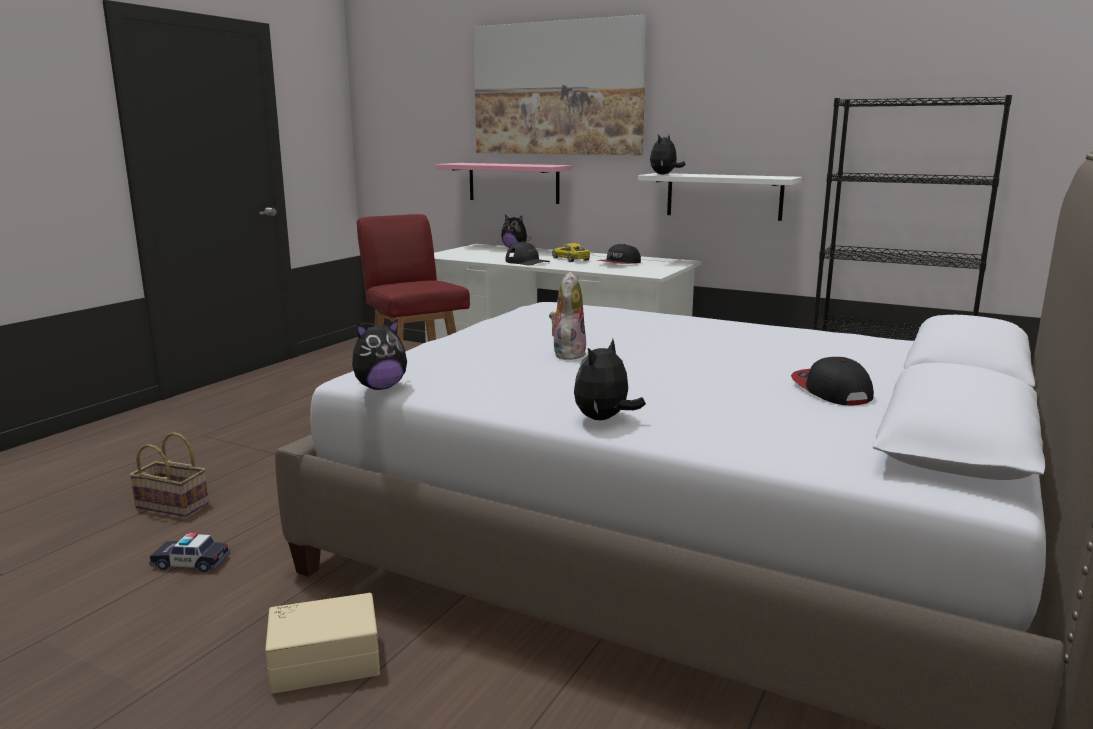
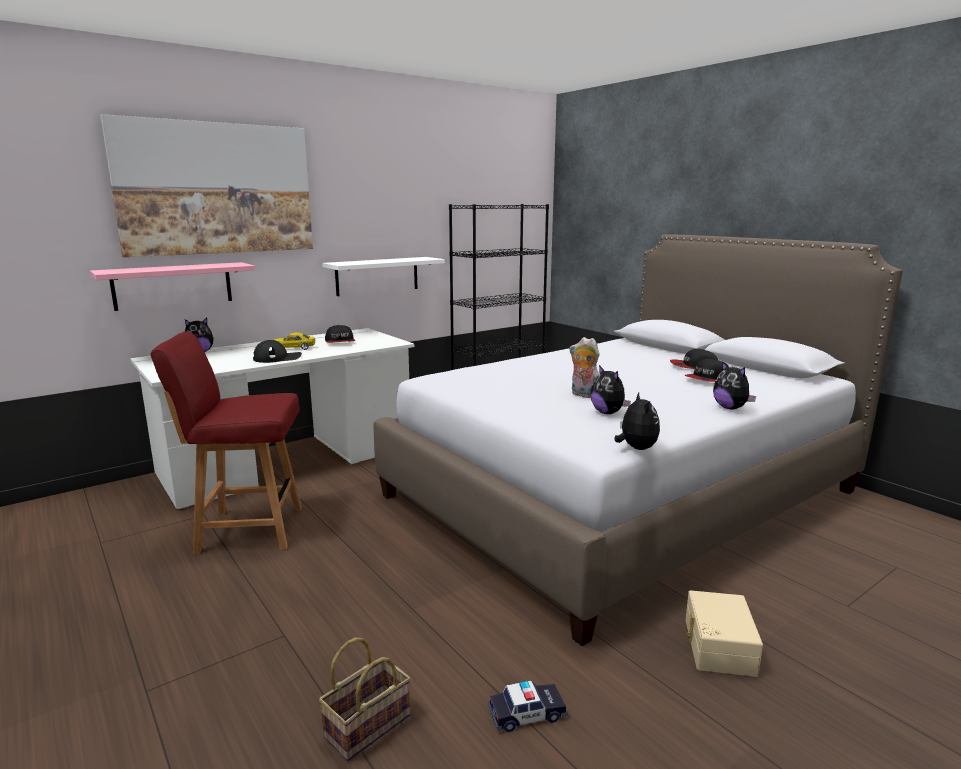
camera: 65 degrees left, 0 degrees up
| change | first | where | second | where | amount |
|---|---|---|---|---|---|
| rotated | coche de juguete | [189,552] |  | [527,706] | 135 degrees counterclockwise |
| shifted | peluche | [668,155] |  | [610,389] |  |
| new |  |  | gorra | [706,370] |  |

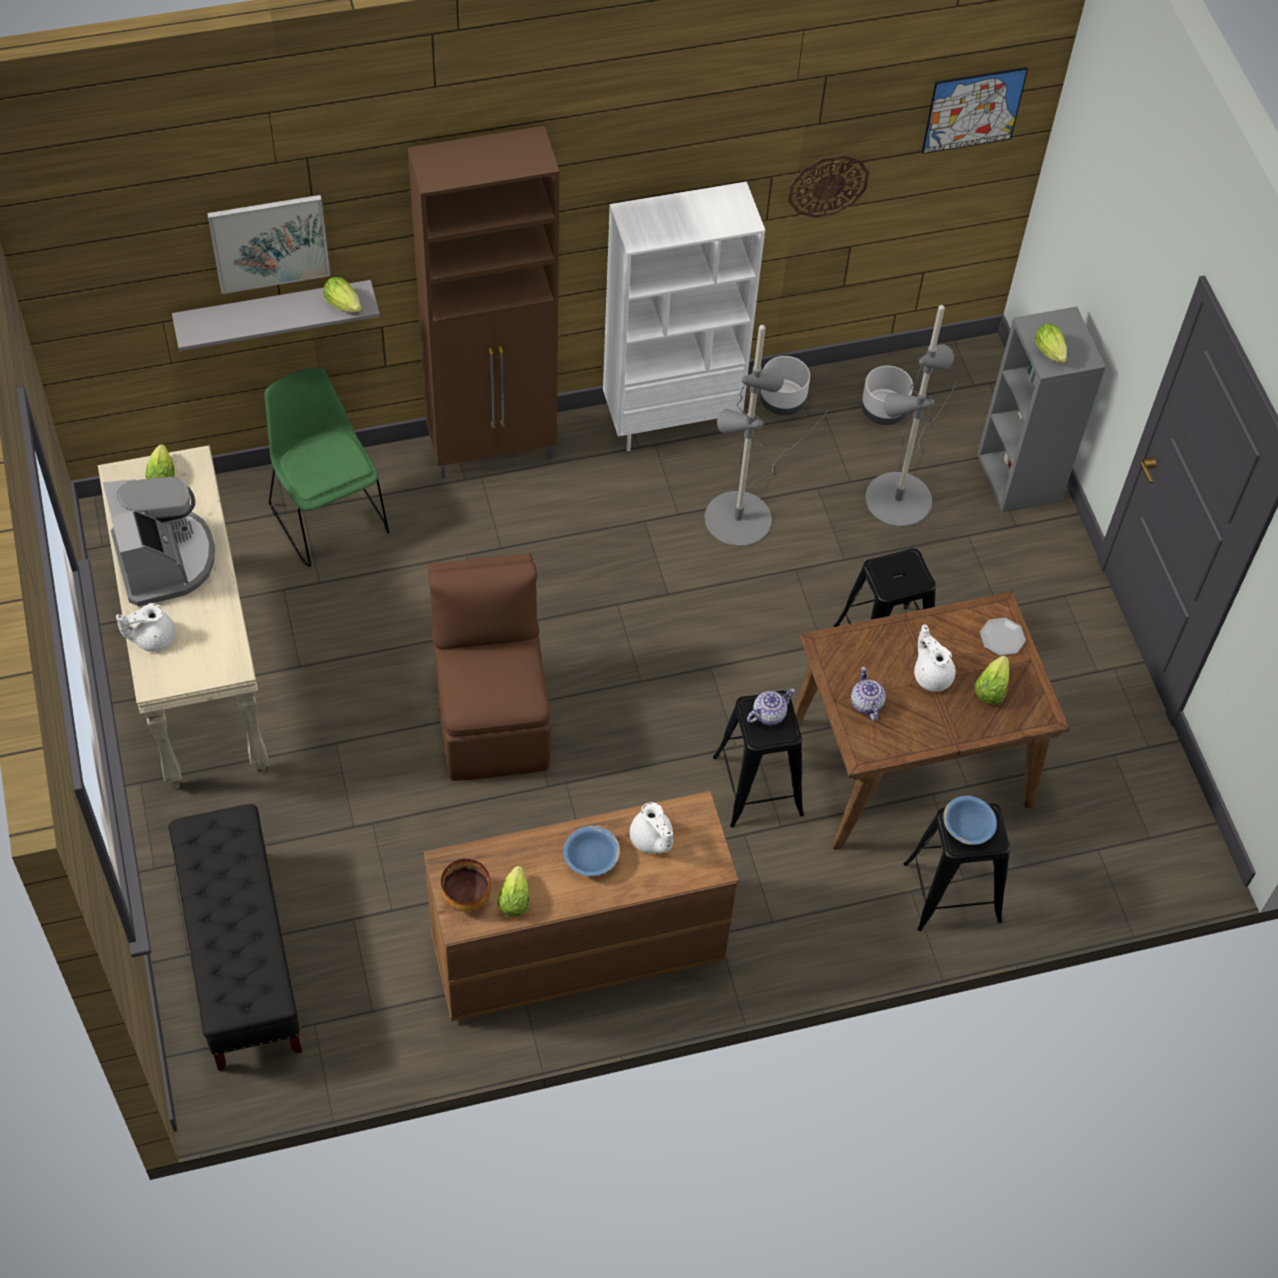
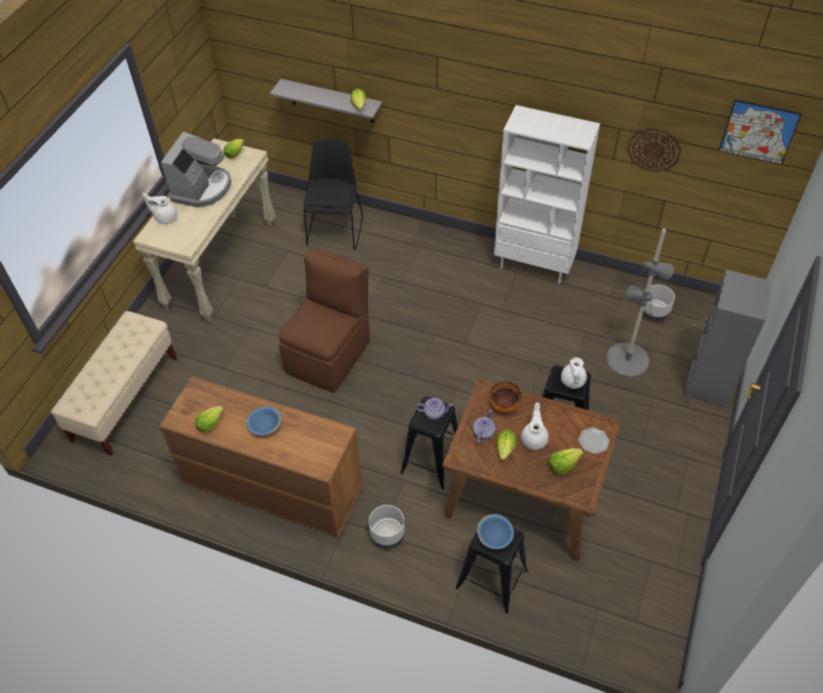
camera: 40 degrees right, 5 degrees down
| change | first | where | second | where | amount |
|---|---|---|---|---|---|
| repainted | banco (negro) | [235,937] | banco (beis) | [114,383] |  |
| repainted | silla (verde) | [326,467] | silla (negro) | [333,194] |  |
| shifted | maceta (gris) | [785,386] |  | [387,527] |  |
| shifted | cuenco | [466,885] |  | [505,397] |  |
| shifted | lechuga | [1051,343] |  | [506,445] |  |
| shifted | tetera (blanco) | [651,827] |  | [574,373] |  |
| gone | cuadro | [268,244] |  |  |  |
| gone | armario (marrón) | [483,302] |  |  |  |
| gone | lámpara de pie (gris) | [766,435] |  |  |  |

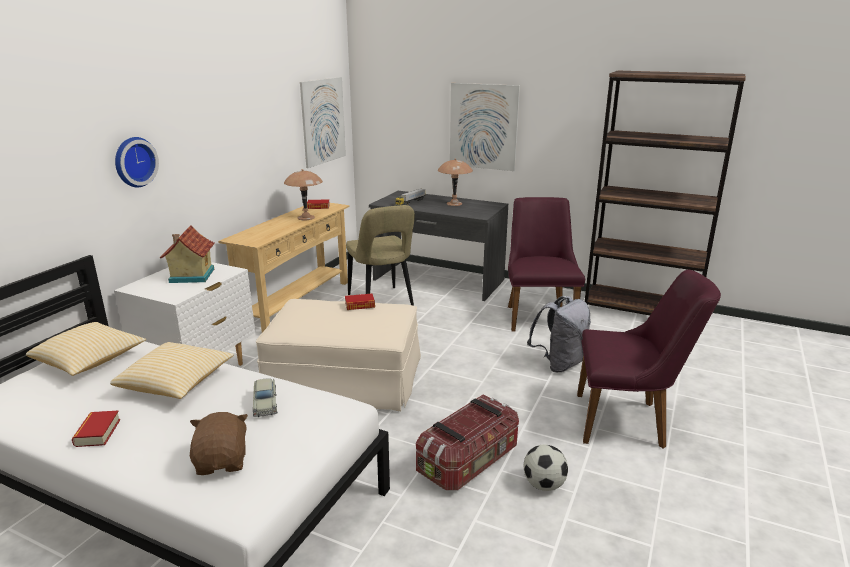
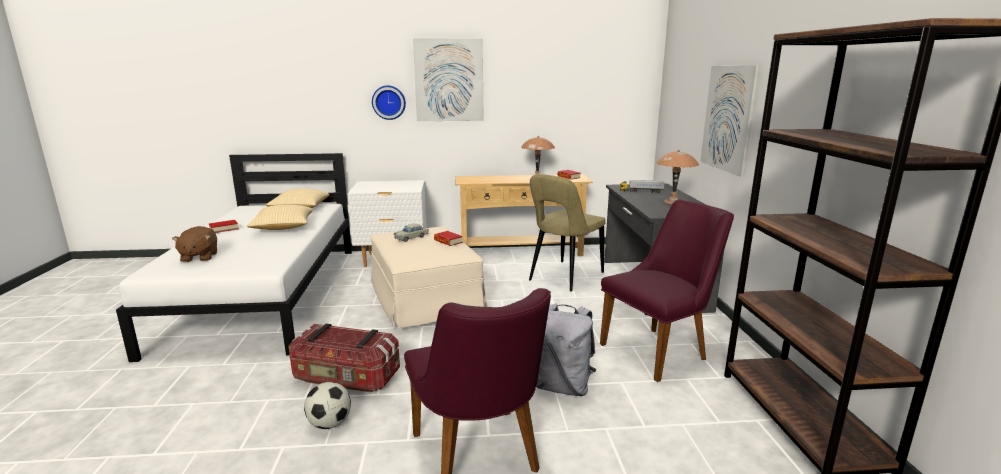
camera: 60 degrees right, 5 degrees down
| change | first | where | second | where | amount |
|---|---|---|---|---|---|
| rotated | peluche (marrón) | [219,443] |  | [194,244] | 120 degrees clockwise |
| shifted | coche de juguete (beis) | [265,397] |  | [411,233] |  |
| shifted | cuadro | [323,122] |  | [448,79] |  |
| gone | casita | [187,254] |  |  |  |

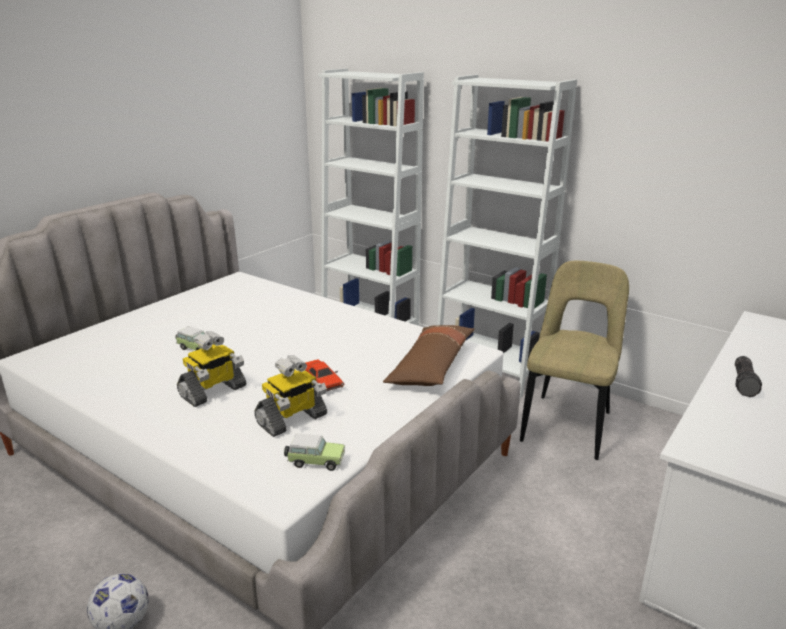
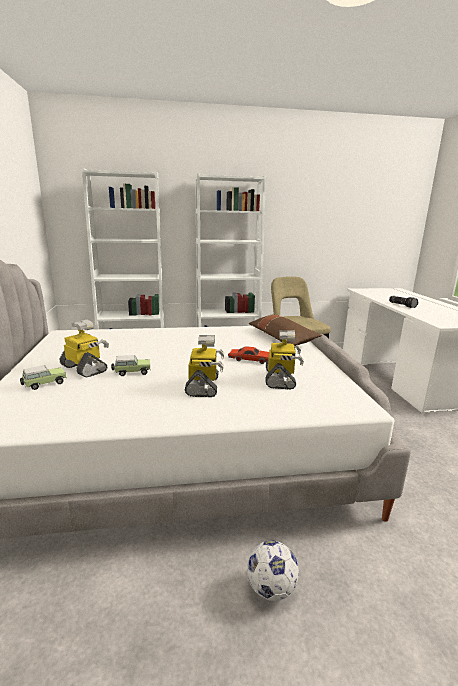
camera: 45 degrees left, 5 degrees down
| change | first | where | second | where | amount |
|---|---|---|---|---|---|
| shifted | coche de juguete | [314,452] |  | [43,377] |  |
| new |  |  | robot de juguete | [84,348] |  |

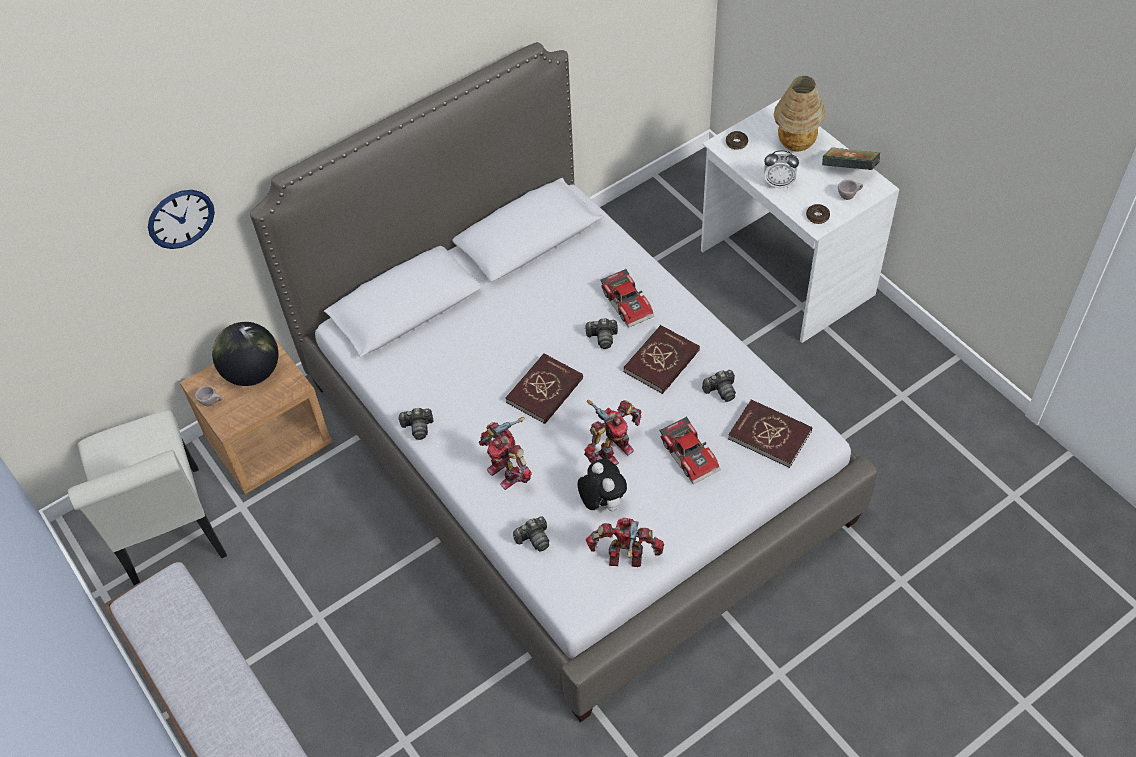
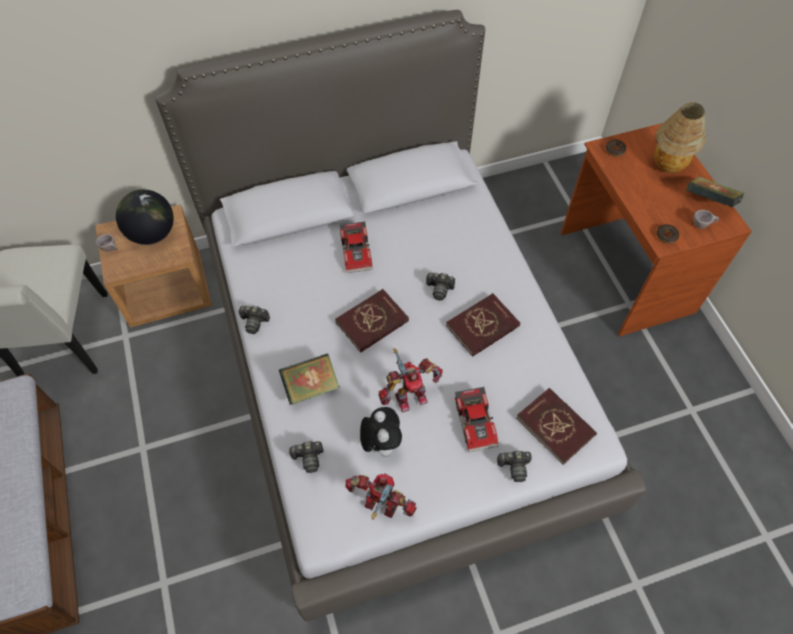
camera: 15 degrees right, 5 degrees up
| change | first | where | second | where | amount |
|---|---|---|---|---|---|
| swapped | robot de juguete | [505,453] | libro | [309,379] |  |
| shifted | coche de juguete | [627,298] |  | [356,247] |  |
| shifted | cámara | [719,386] |  | [514,466] |  |
| repainted | escritorio (blanco) | [800,221] | escritorio (marrón) | [656,229] |  |
| gone | reloj de pared | [181,219] |  |  |  |
| gone | despertador | [781,169] |  |  |  |

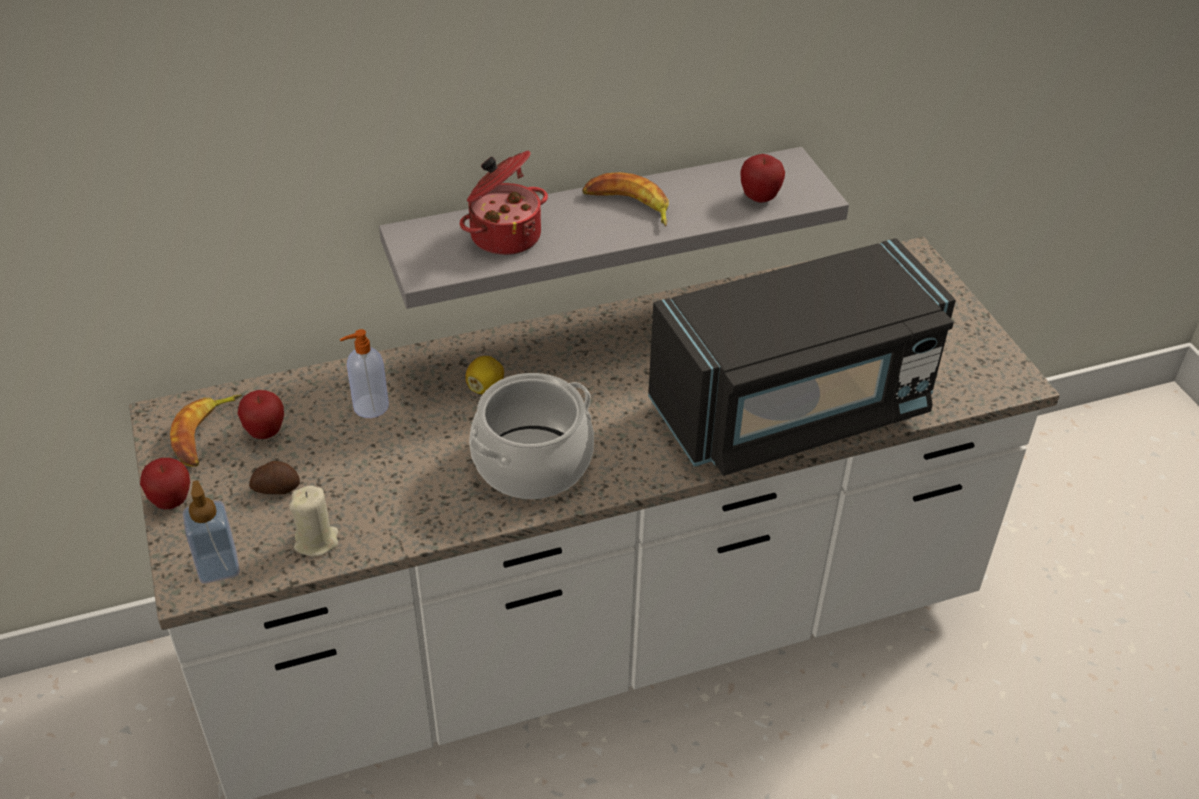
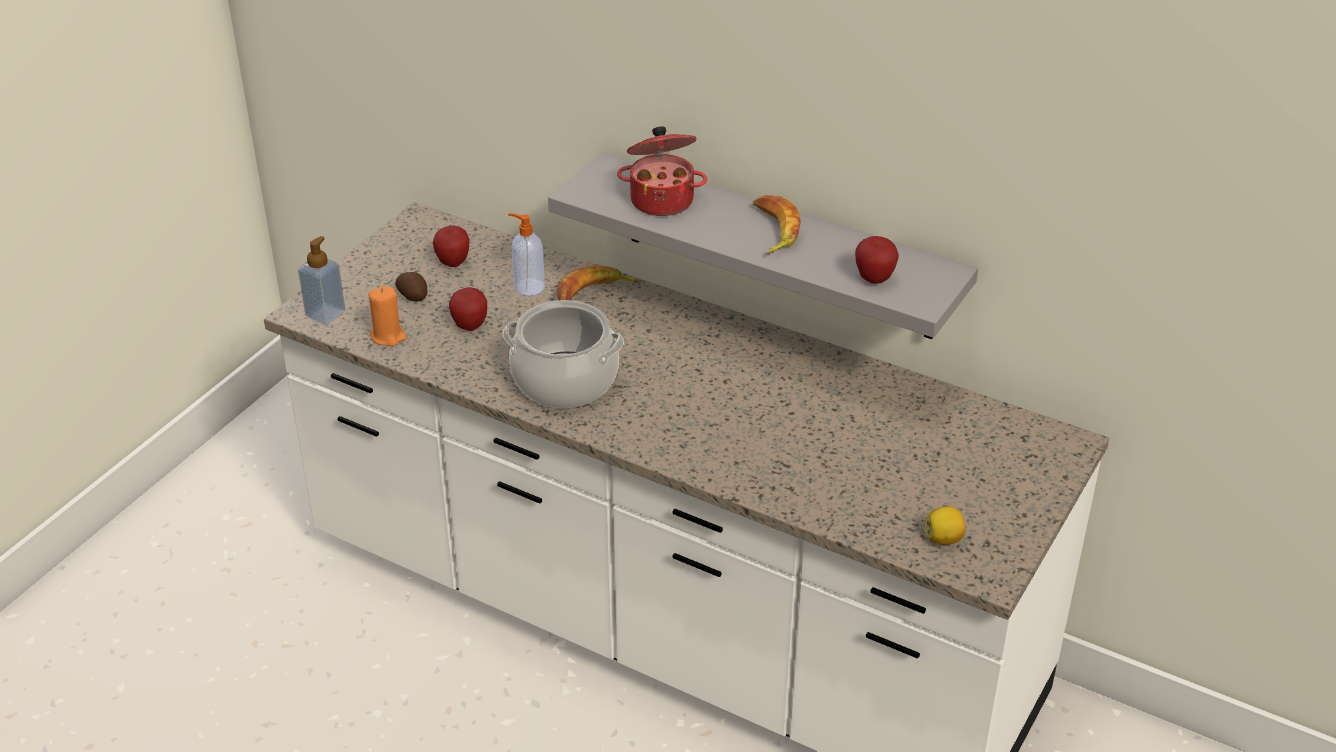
camera: 50 degrees right, 5 degrees down
| change | first | where | second | where | amount |
|---|---|---|---|---|---|
| repainted | vela (beis) | [313,521] | vela (naranja) | [387,316] |  |
| shifted | manzana | [165,483] |  | [468,309] |  |
| shifted | plátano | [206,431] |  | [598,282] |  |
| shifted | limón | [485,375] |  | [945,525] |  |
| gone | microondas (negro) | [802,357] |  |  |  |

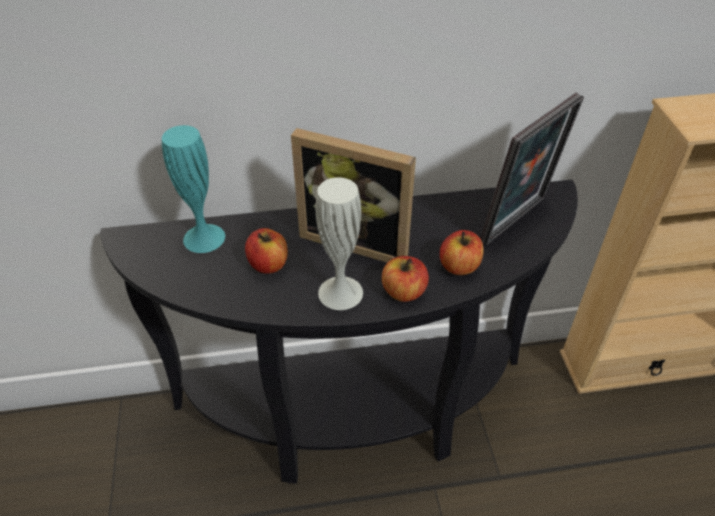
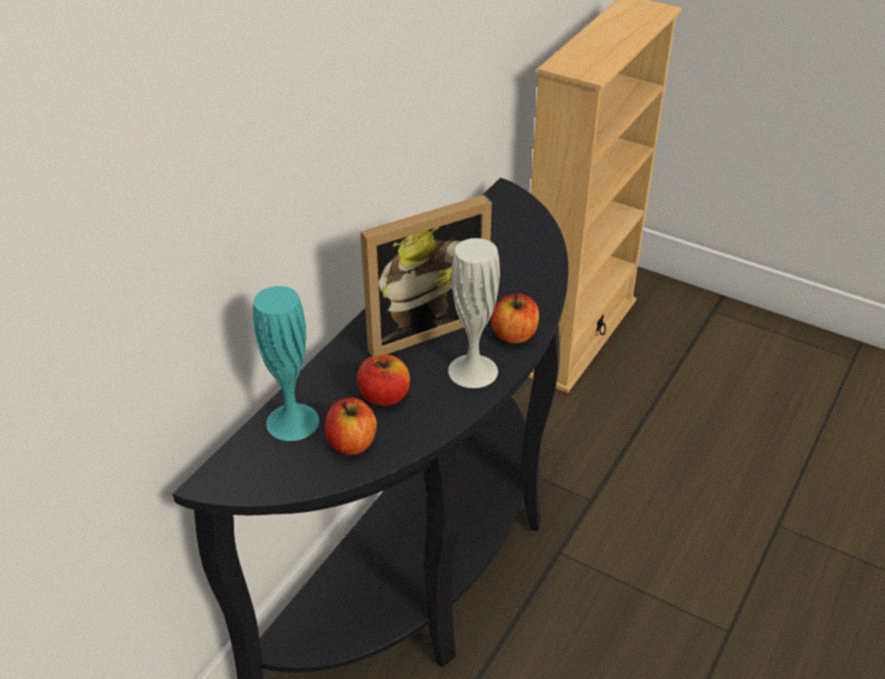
camera: 50 degrees left, 5 degrees down
| change | first | where | second | where | amount |
|---|---|---|---|---|---|
| shifted | manzana | [461,252] |  | [351,426] |  |
| gone | portarretratos | [532,169] |  |  |  |

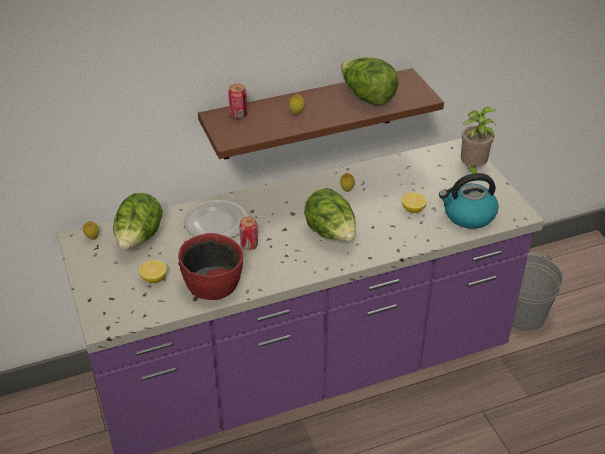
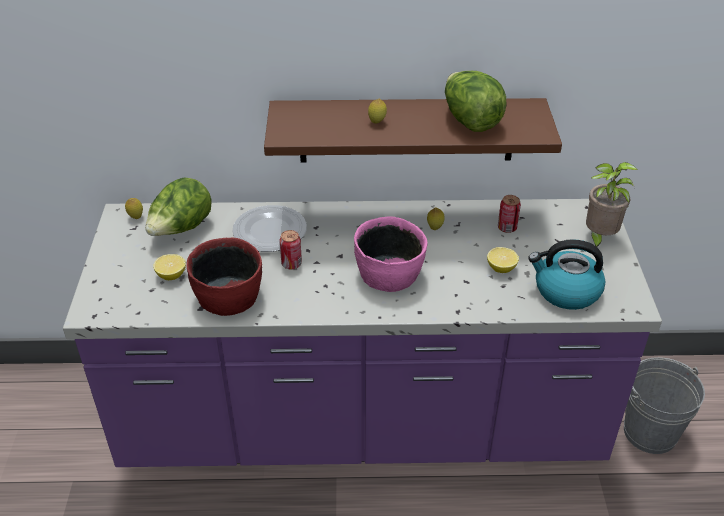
camera: 20 degrees right, 0 degrees up
| change | first | where | second | where | amount |
|---|---|---|---|---|---|
| swapped | lechuga | [330,214] | cuenco (rosa) | [390,254] |  |
| shifted | lata | [237,101] |  | [509,214] |  |

